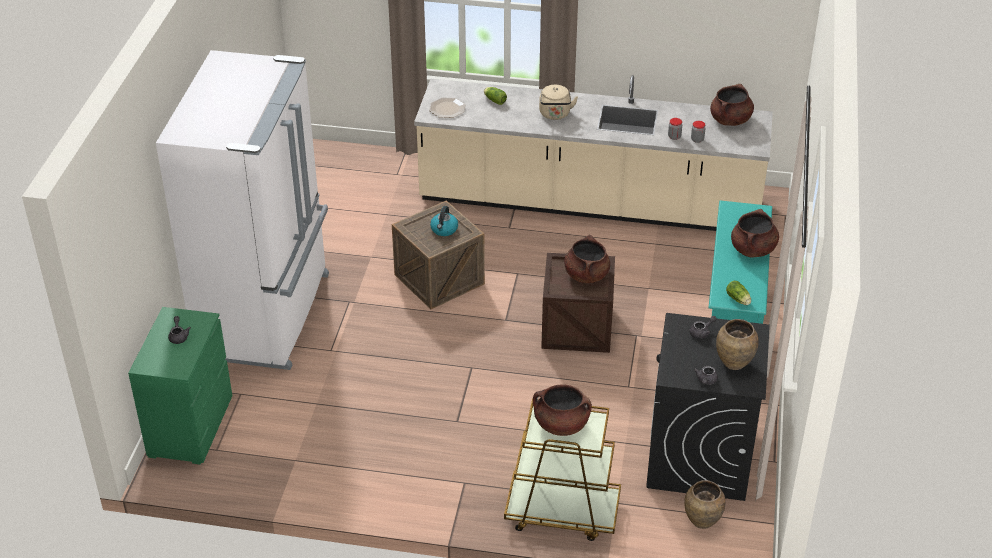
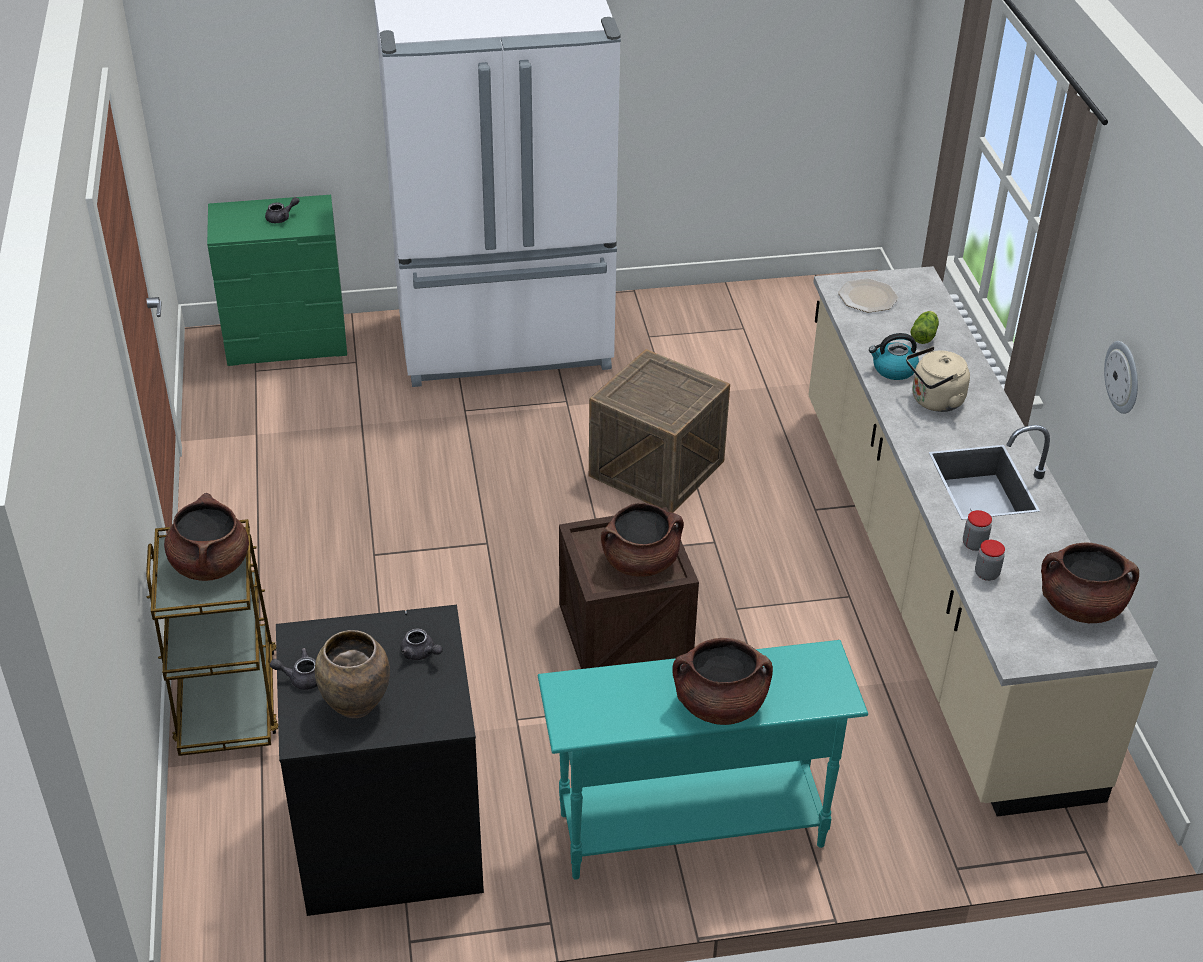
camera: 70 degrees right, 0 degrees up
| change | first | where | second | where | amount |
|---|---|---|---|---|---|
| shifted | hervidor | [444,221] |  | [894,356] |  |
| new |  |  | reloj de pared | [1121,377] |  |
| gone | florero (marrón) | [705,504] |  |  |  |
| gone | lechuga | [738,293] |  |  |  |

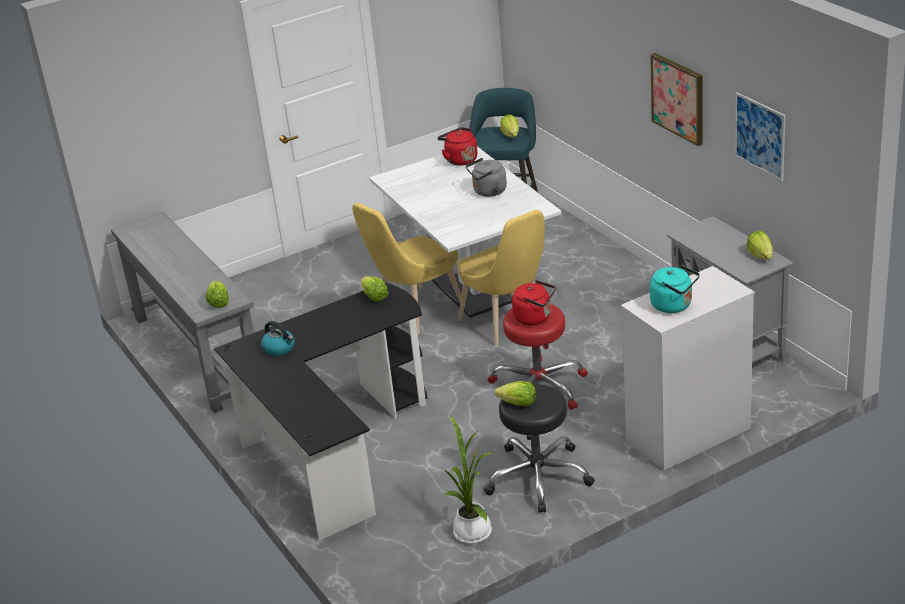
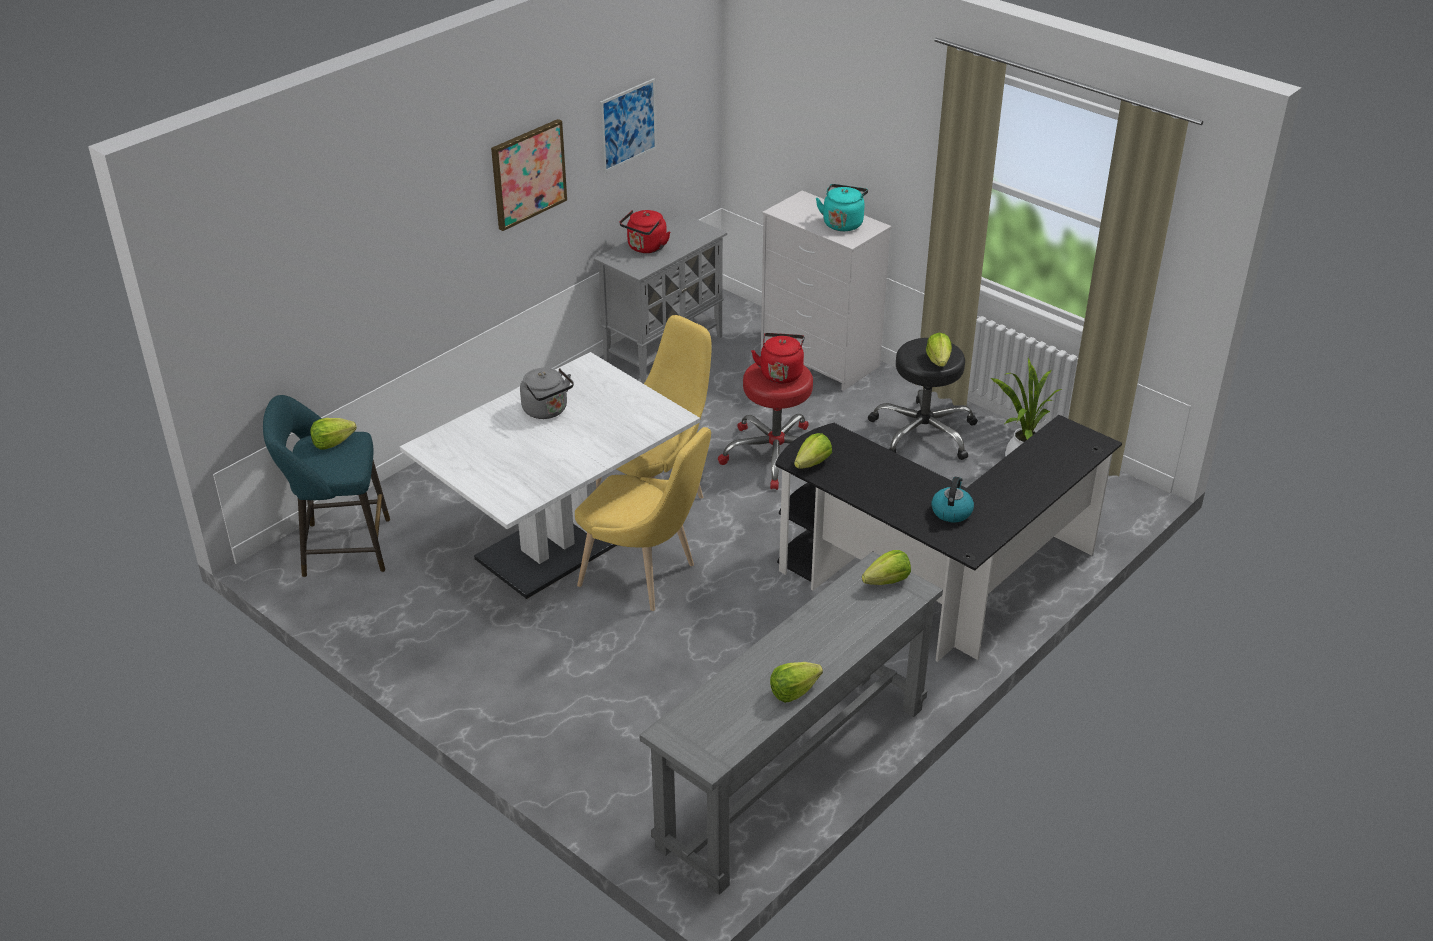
camera: 110 degrees left, 5 degrees up
| change | first | where | second | where | amount |
|---|---|---|---|---|---|
| shifted | hervidor (rojo) | [458,146] |  | [644,231] |  |
| shifted | lechuga | [759,245] |  | [796,682] |  |

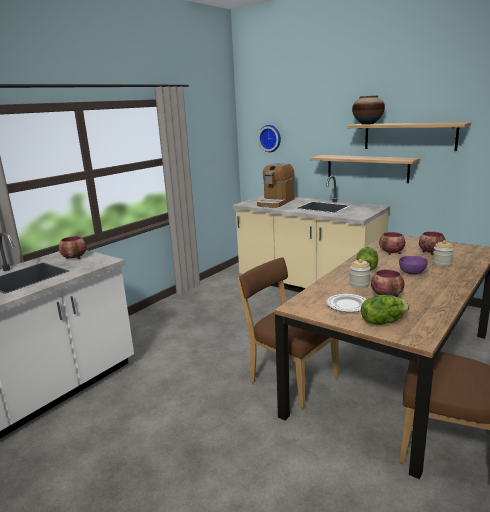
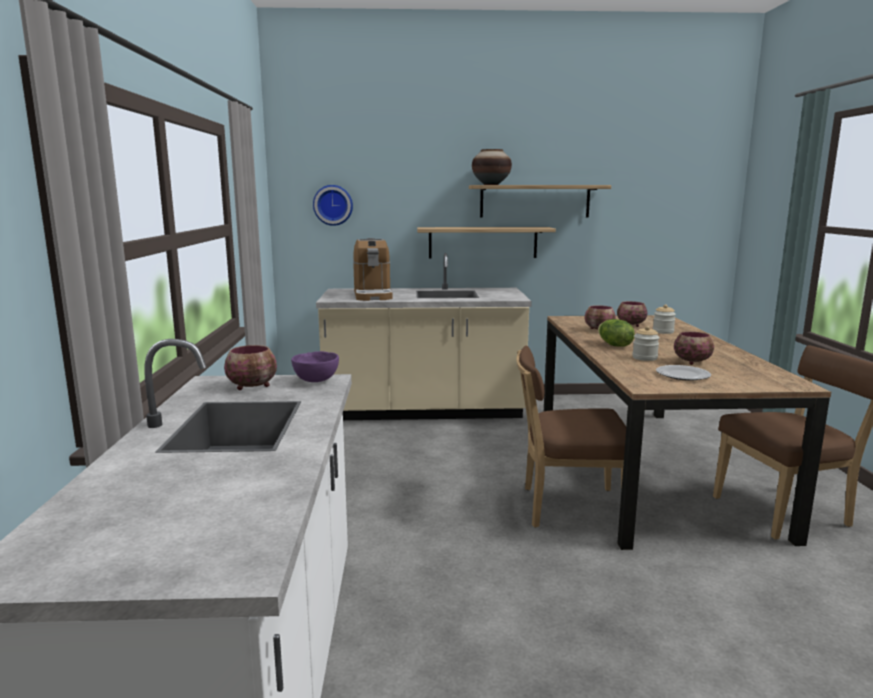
camera: 40 degrees left, 5 degrees down
| change | first | where | second | where | amount |
|---|---|---|---|---|---|
| shifted | cuenco (morado) | [413,265] |  | [315,366] |  |
| gone | lechuga | [385,310] |  |  |  |

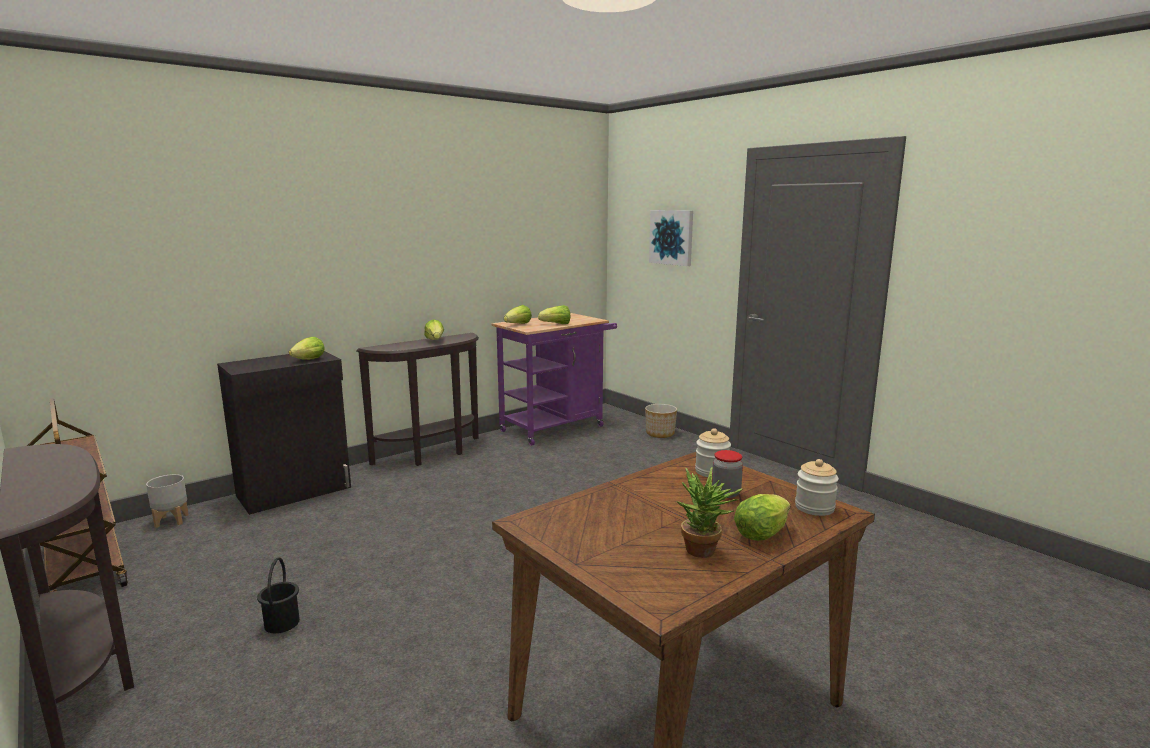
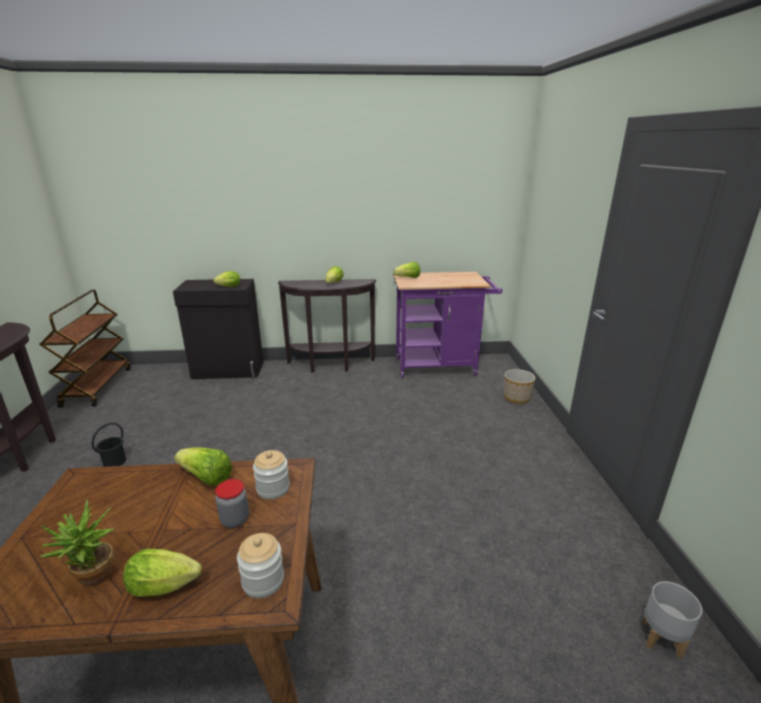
camera: 35 degrees right, 10 degrees up
| change | first | where | second | where | amount |
|---|---|---|---|---|---|
| shifted | lechuga | [554,314] |  | [203,466] |  |
| shifted | maceta (gris) | [167,501] |  | [672,620] |  |
| gone | cuadro | [671,238] |  |  |  |

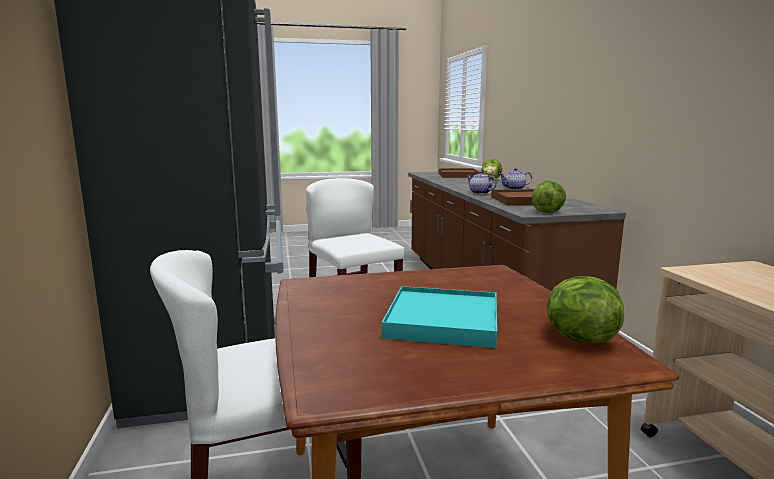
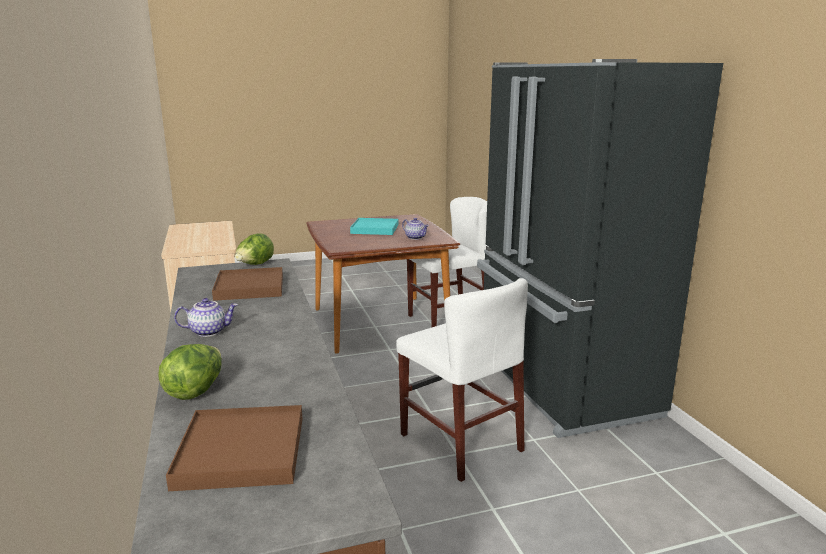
camera: 175 degrees right, 5 degrees up
| change | first | where | second | where | amount |
|---|---|---|---|---|---|
| shifted | tetera | [481,182] |  | [415,229] |  |
| gone | lechuga | [585,309] |  |  |  |

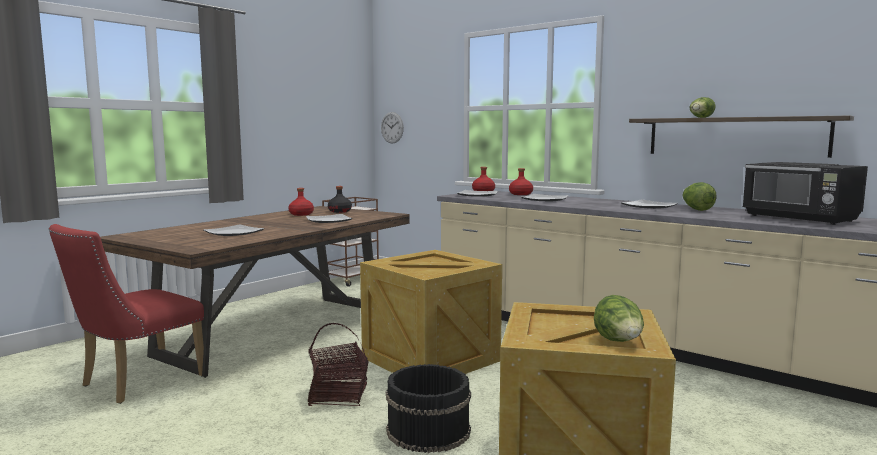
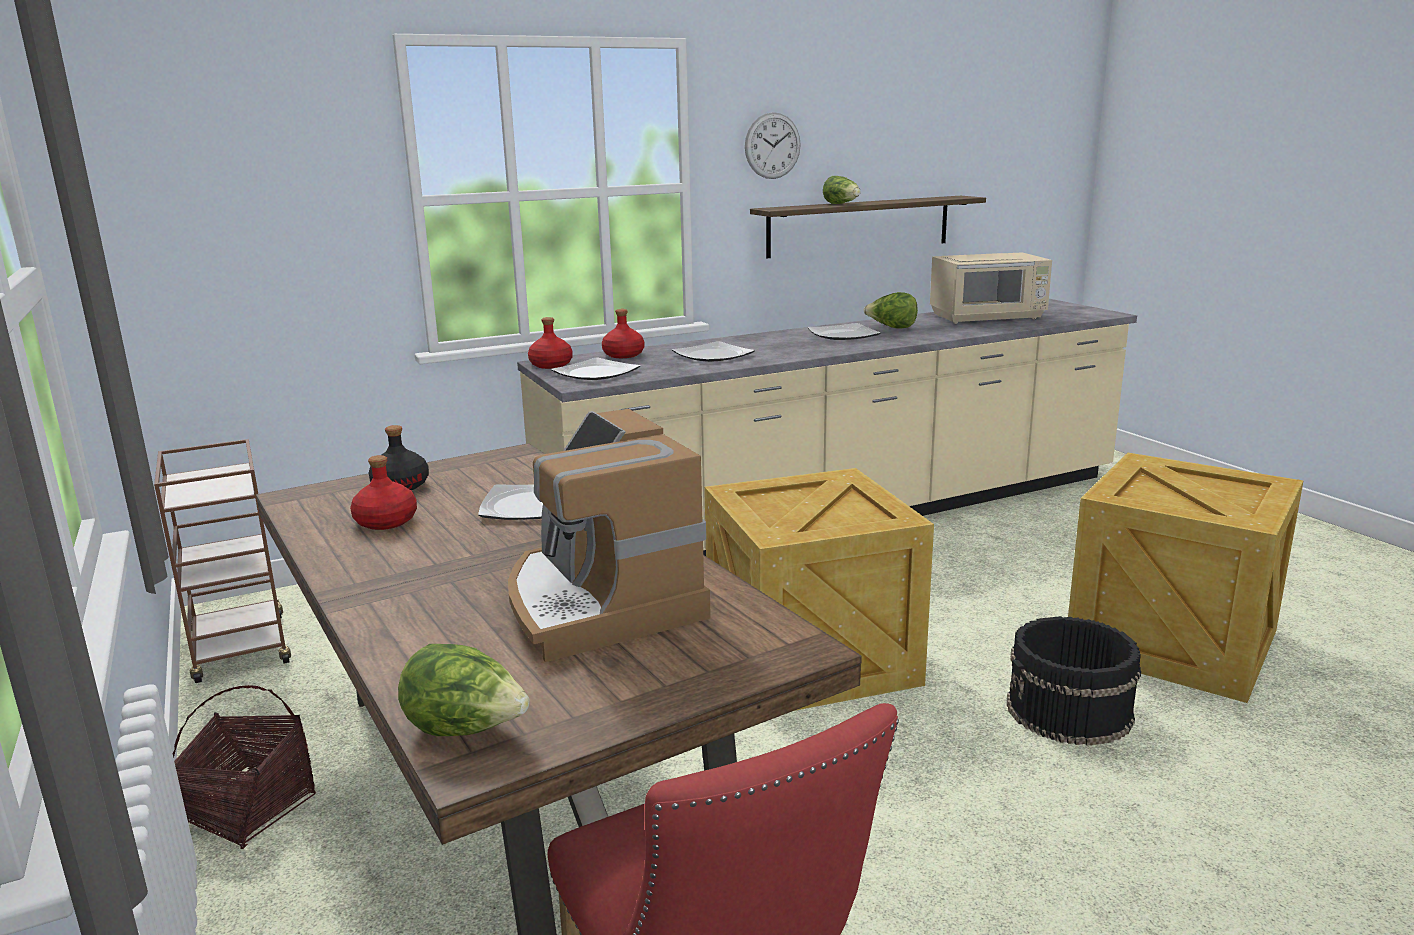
camera: 65 degrees left, 10 degrees up
| change | first | where | second | where | amount |
|---|---|---|---|---|---|
| shifted | cesta | [338,364] |  | [244,767] |  |
| shifted | lechuga | [619,318] |  | [464,690] |  |
| swapped | plato | [233,230] | cafetera | [609,535] |  |
| shifted | reloj de pared | [392,128] |  | [773,145] |  |
| repainted | microondas (negro) | [805,193] | microondas (beis) | [991,288] |  |

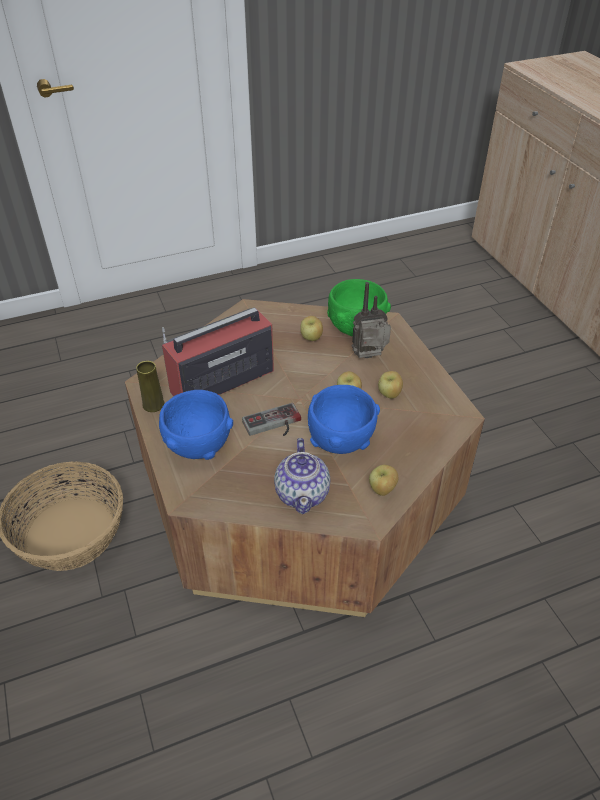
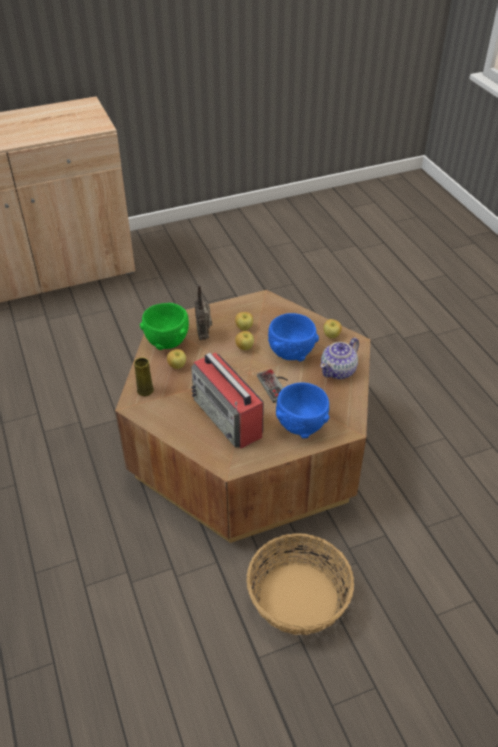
camera: 90 degrees left, 0 degrees up
| change | first | where | second | where | amount |
|---|---|---|---|---|---|
| shifted | florero (amarillo) | [150,386] |  | [144,376] |  |
| rotated | tetera | [302,476] |  | [339,358] | 135 degrees clockwise |

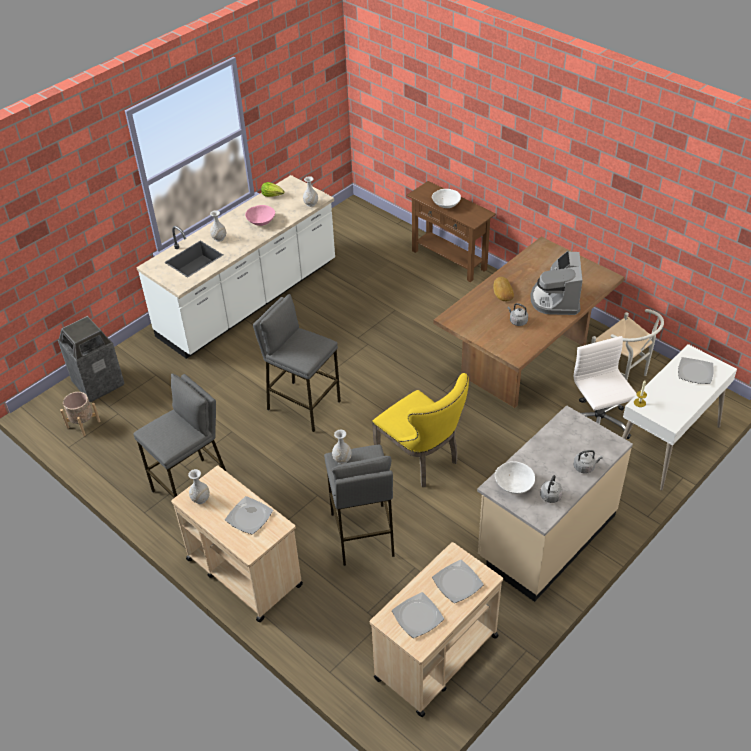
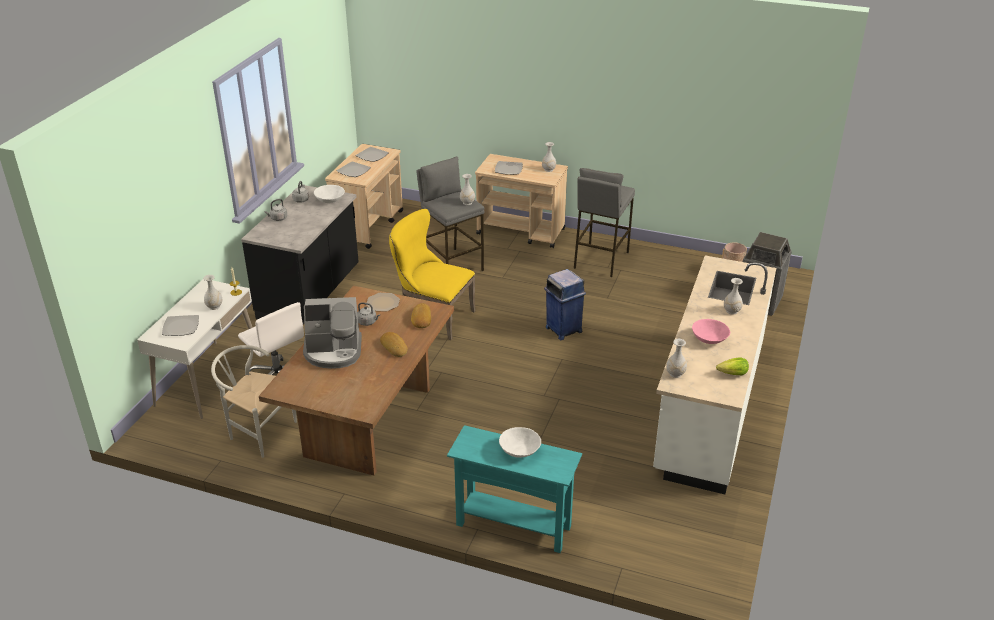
camera: 155 degrees right, 10 degrees down
| change | first | where | second | where | amount |
|---|---|---|---|---|---|
| new |  |  | florero (blanco) | [212,292] |  |
| repainted | mueble bajo de cocina (beis) | [555,503] | mueble bajo de cocina (negro) | [300,254] |  |
| rotated | cafetera | [556,283] |  | [332,333] | 105 degrees clockwise |
| new |  |  | plato | [383,302] |  |
| new |  |  | pan | [421,315] |  |
| repainted | mesa consola (marrón) | [451,231] | mesa consola (turquesa) | [514,489] |  |
| swapped | taburete (gris) | [297,363] | papelera (azul) | [565,304] |  |

